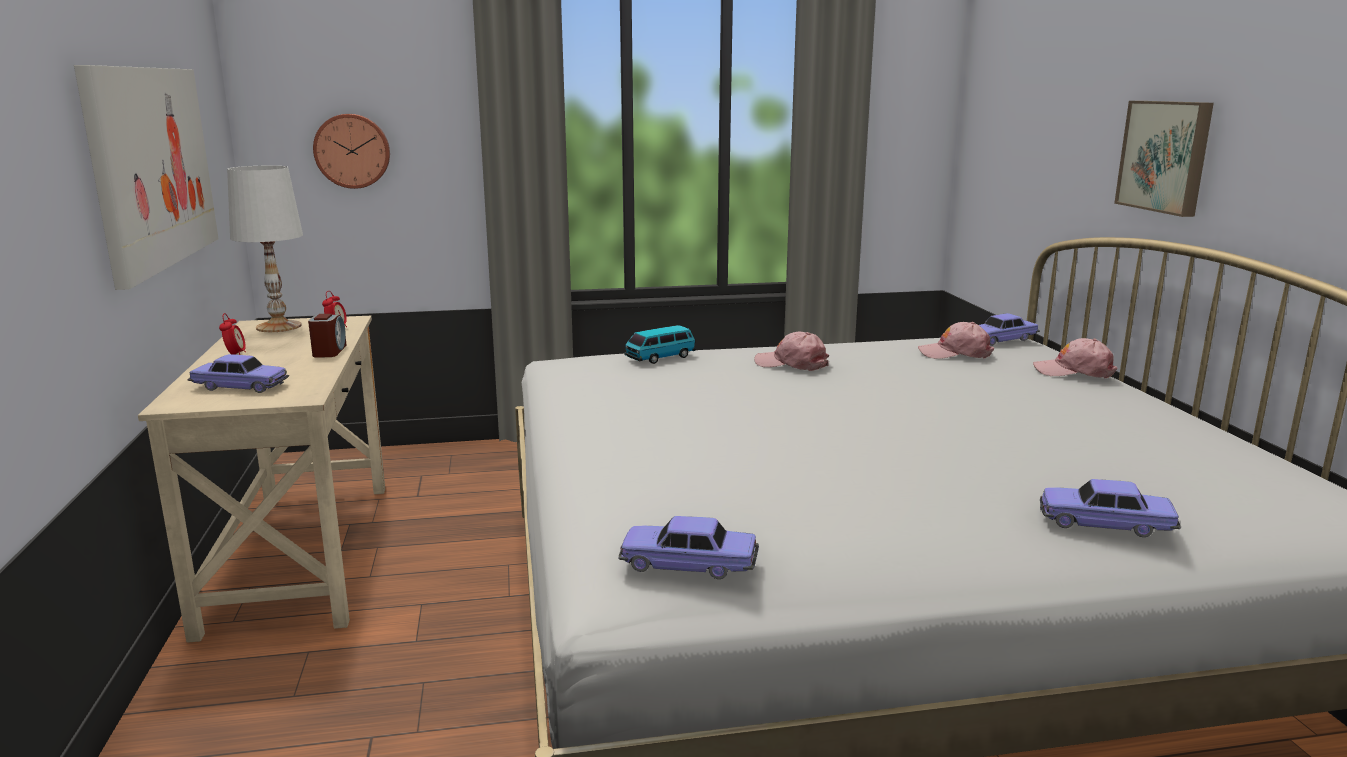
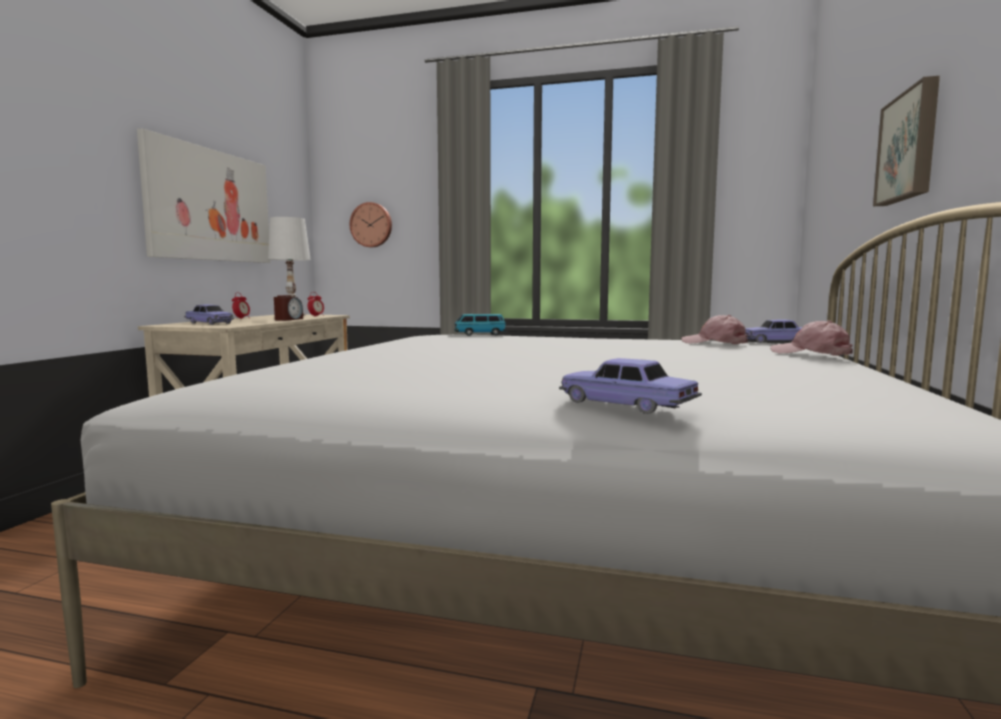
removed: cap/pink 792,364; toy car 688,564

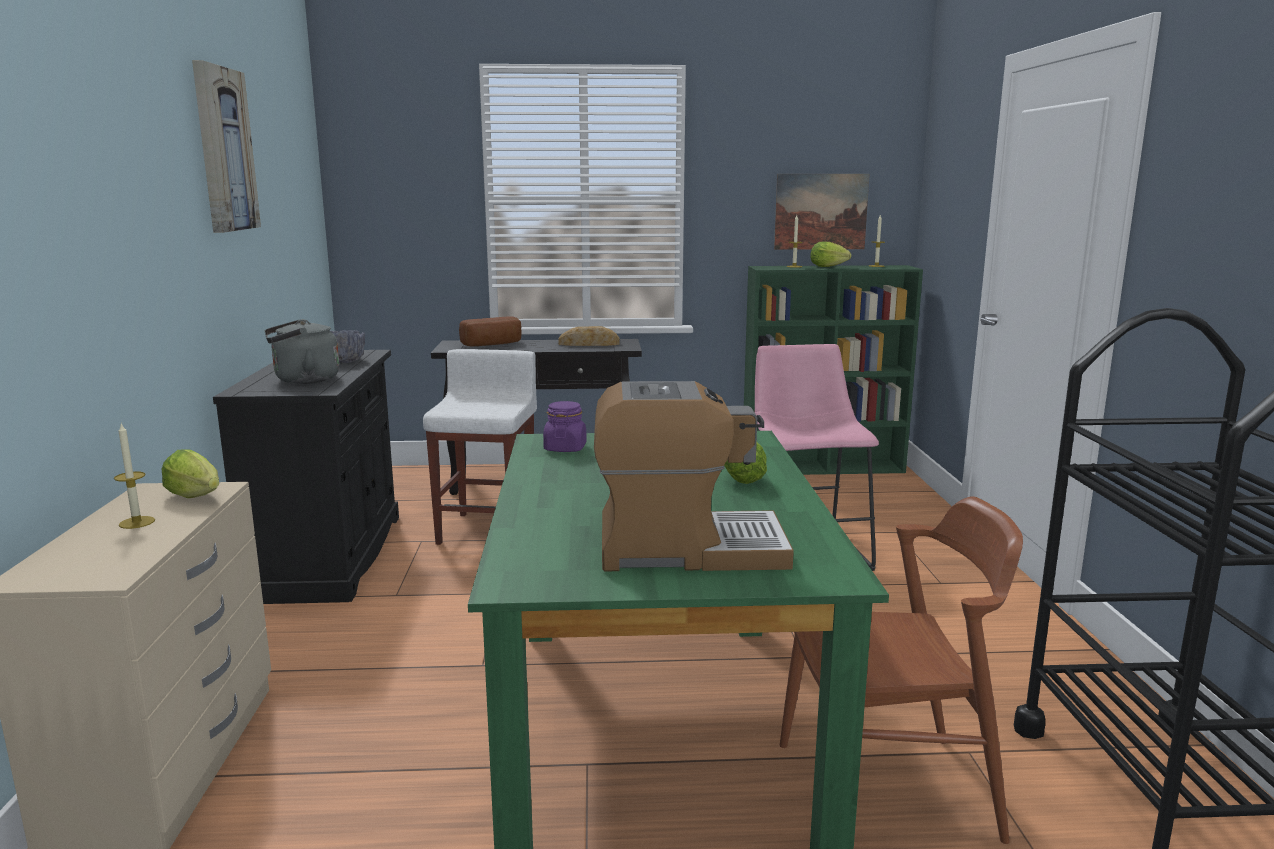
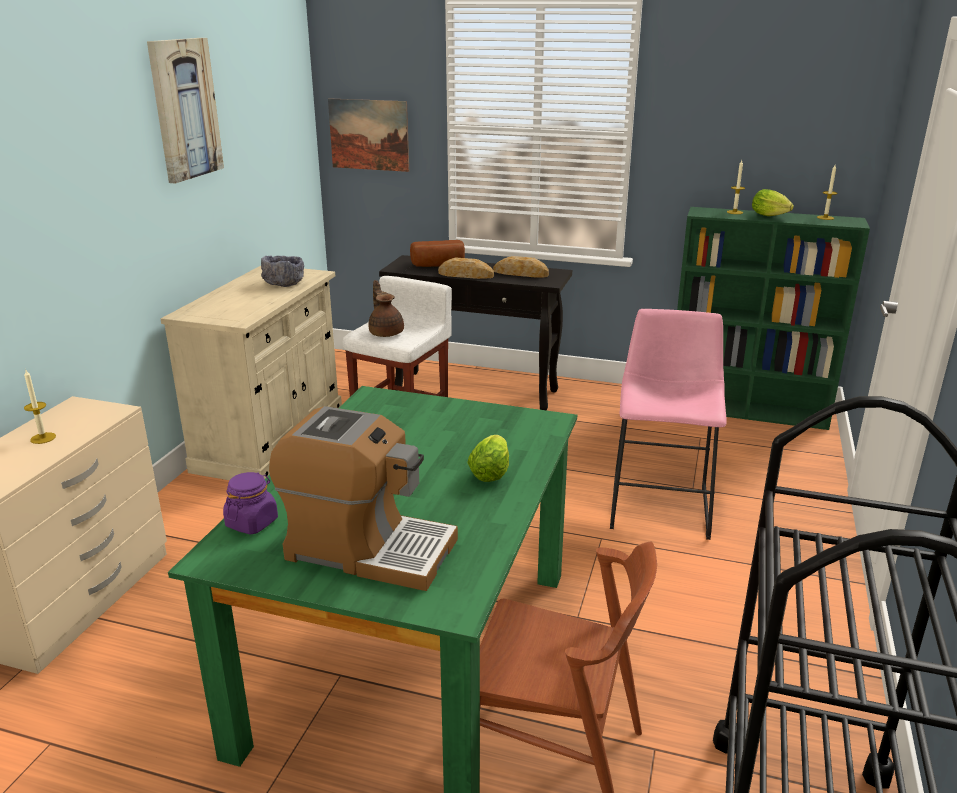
removed: kettle/grey 303,380; lettuce 197,497
added: bread 465,275; teapot/brown 386,332
moved: picture 821,211 to 369,135; jar/purple 565,448 to 252,522
recoloured: cabinet/black 329,556 to cabinet/beige 271,438

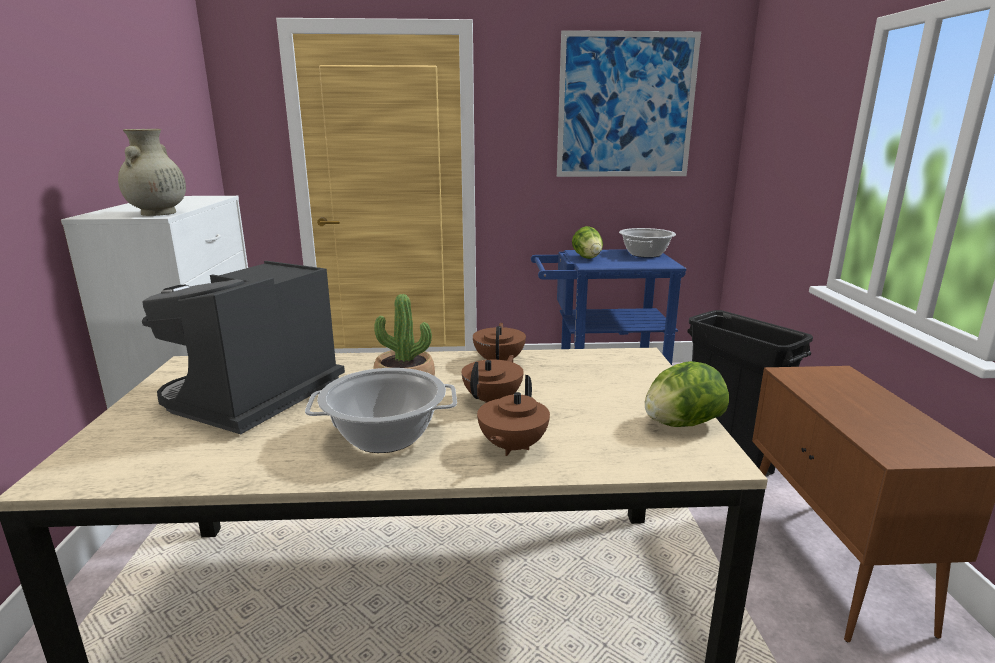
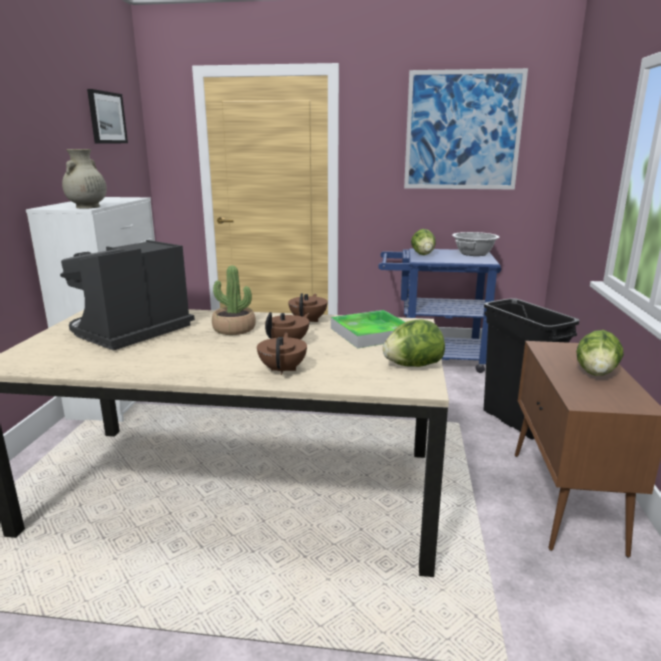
removed: cooking pot 385,436
added: picture 106,117; tray 371,333; lettuce 596,373
turned: teapot/brown 511,447 = 283,369 150 degrees clockwise

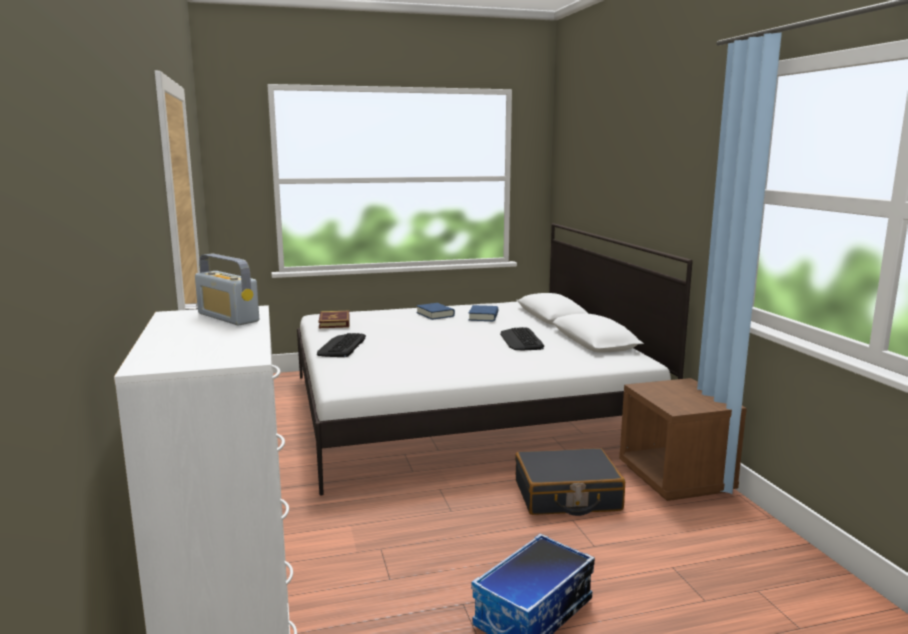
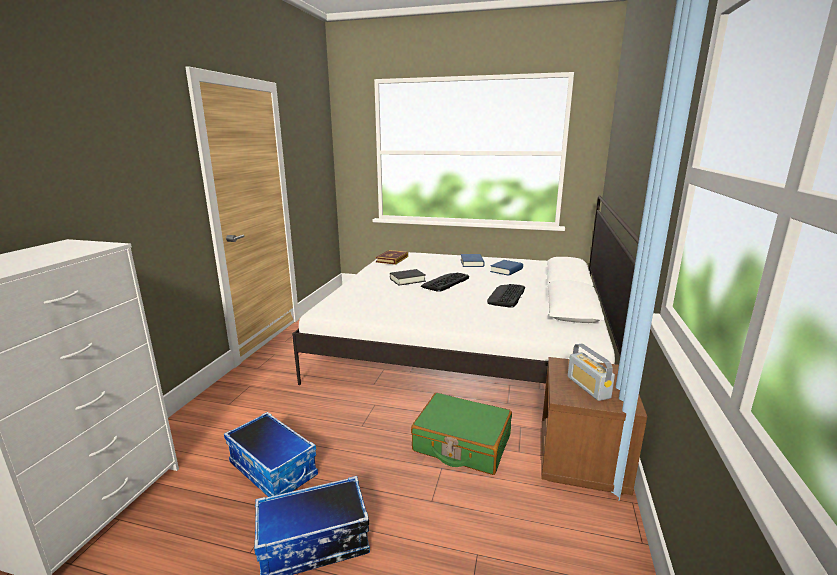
added: book/black 407,280; storage box 274,469
moved: radio 228,317 to 588,387; keyboard 341,346 to 445,282
recoloured: suitcase/black 567,496 to suitcase/green 461,444

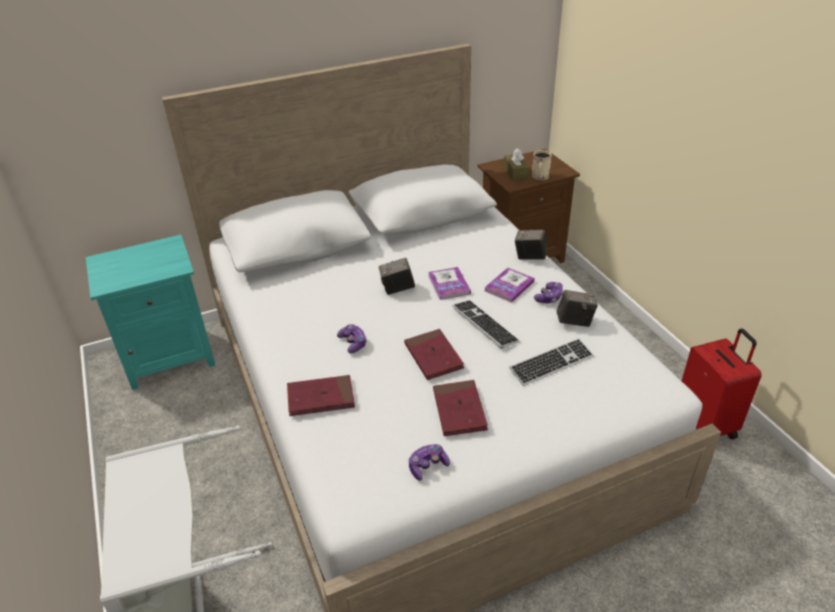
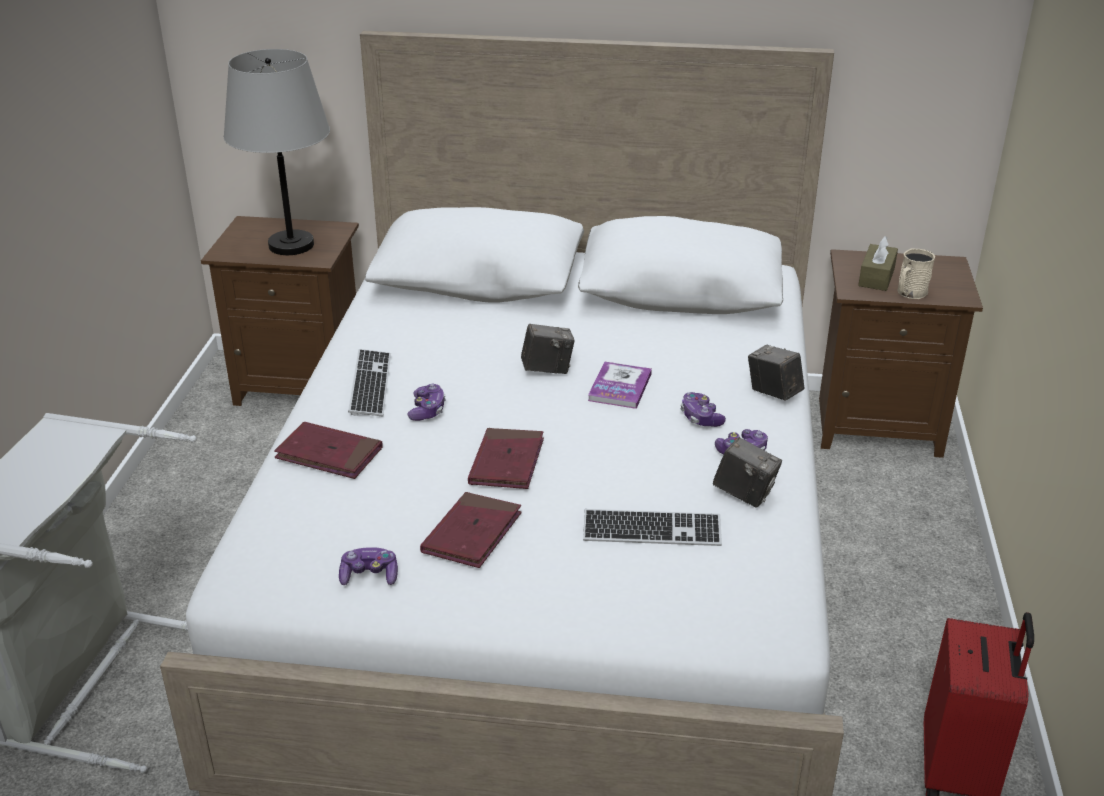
added: table lamp/grey 292,245
moved: keyboard 484,325 to 370,385
replaced: book 509,286 to game controller 700,418
recoloured: nightstand/turquoise 169,357 to nightstand/brown 301,384
turned: photo camera 397,289 = 547,369 150 degrees clockwise

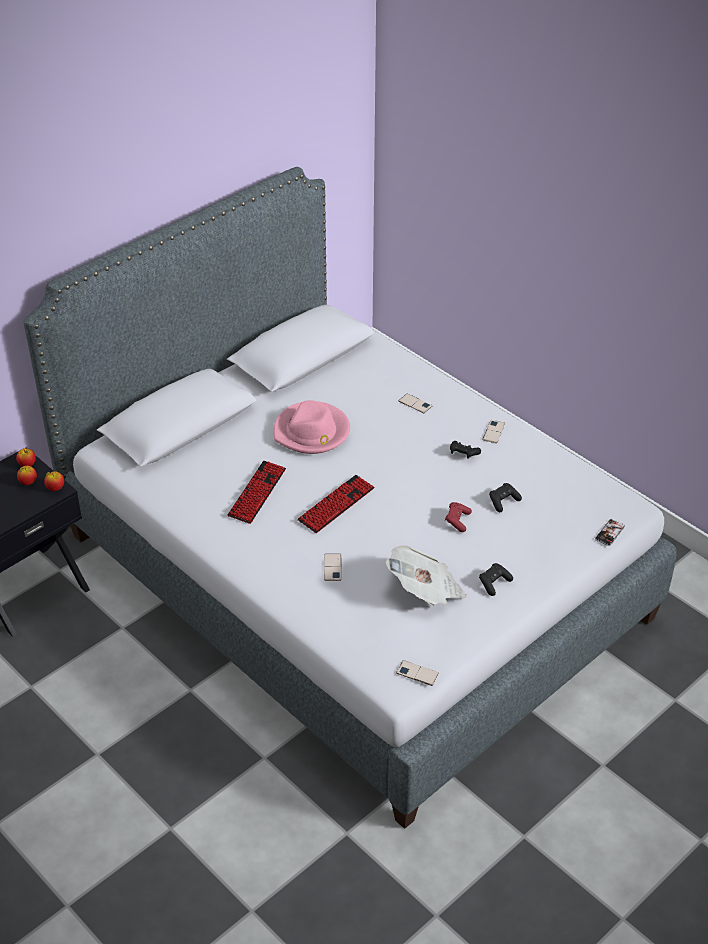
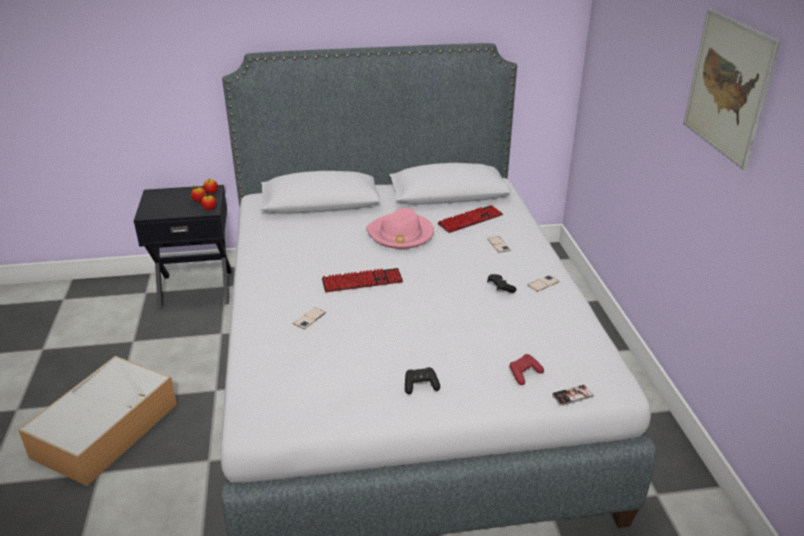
removed: game controller/black 503,501; newspaper 425,591; phone 417,673
added: picture 728,87; storage box 107,428
moved: keyboard 257,493 to 470,220; game controller/red 457,521 to 524,374

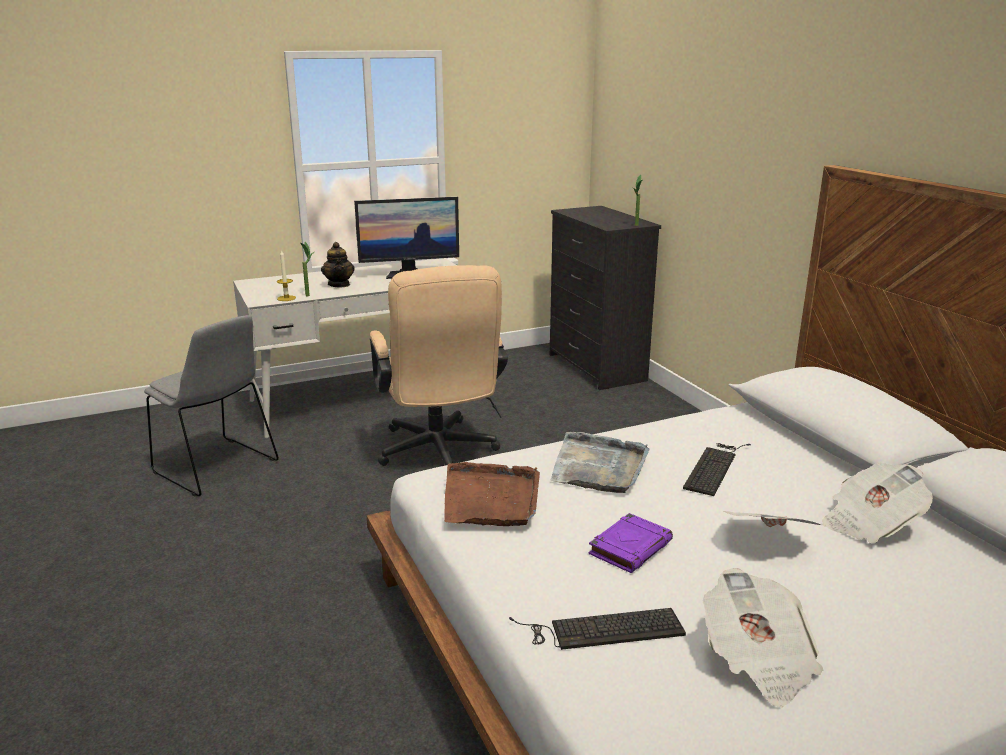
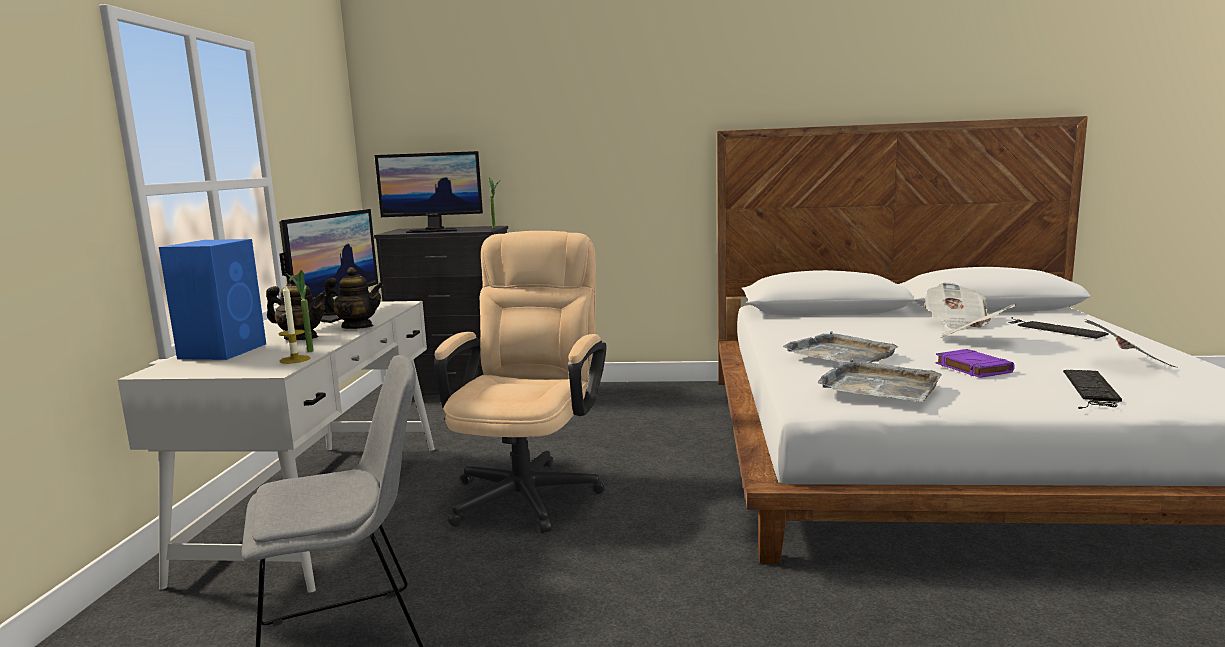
added: monitor 434,230; speaker/blue 224,350; teapot 357,327
moved: keyboard 714,467 to 1052,328
recoloured: tray/brown 491,498 to tray/grey 879,386
turned: office chair/beige 439,454 = 530,490 90 degrees counterclockwise

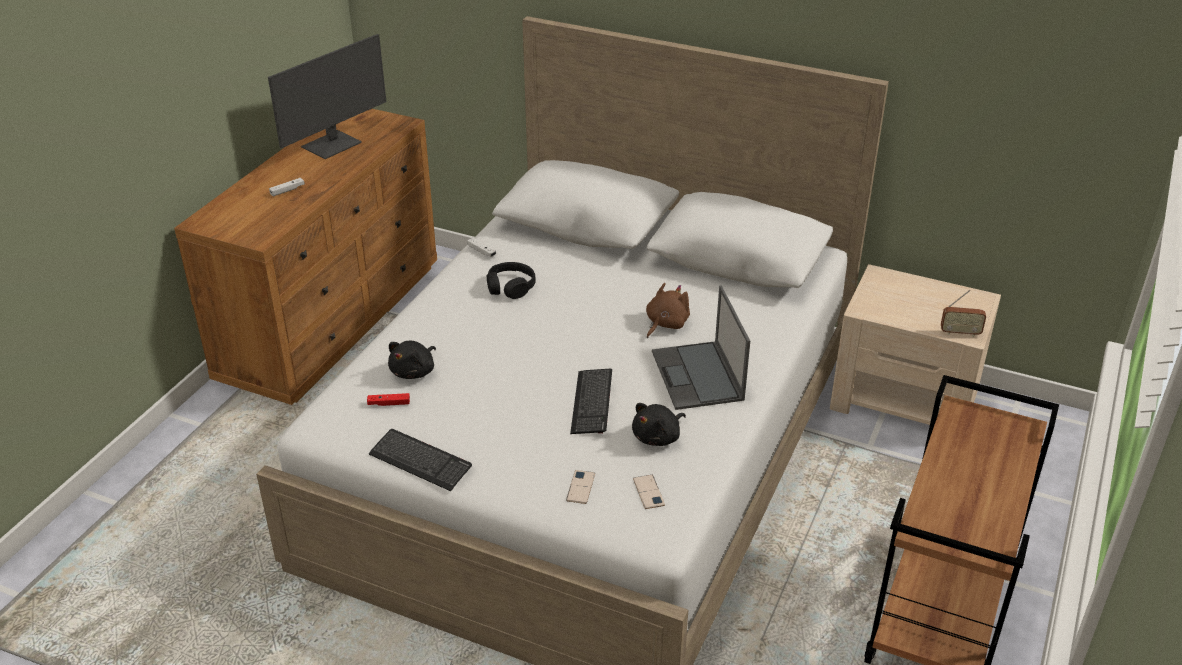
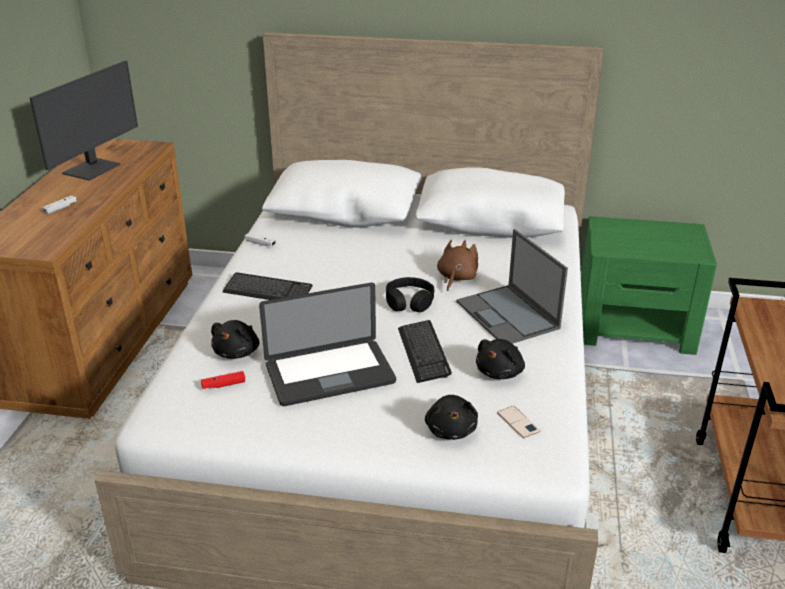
removed: radio 960,333
added: laptop 330,374
moved: headphones/black 510,287 to 409,302; keyboard 420,461 to 268,290
replaced: phone 580,487 to plush toy/black 451,429
recoloured: nightstand/beige 905,398 to nightstand/green 635,326

